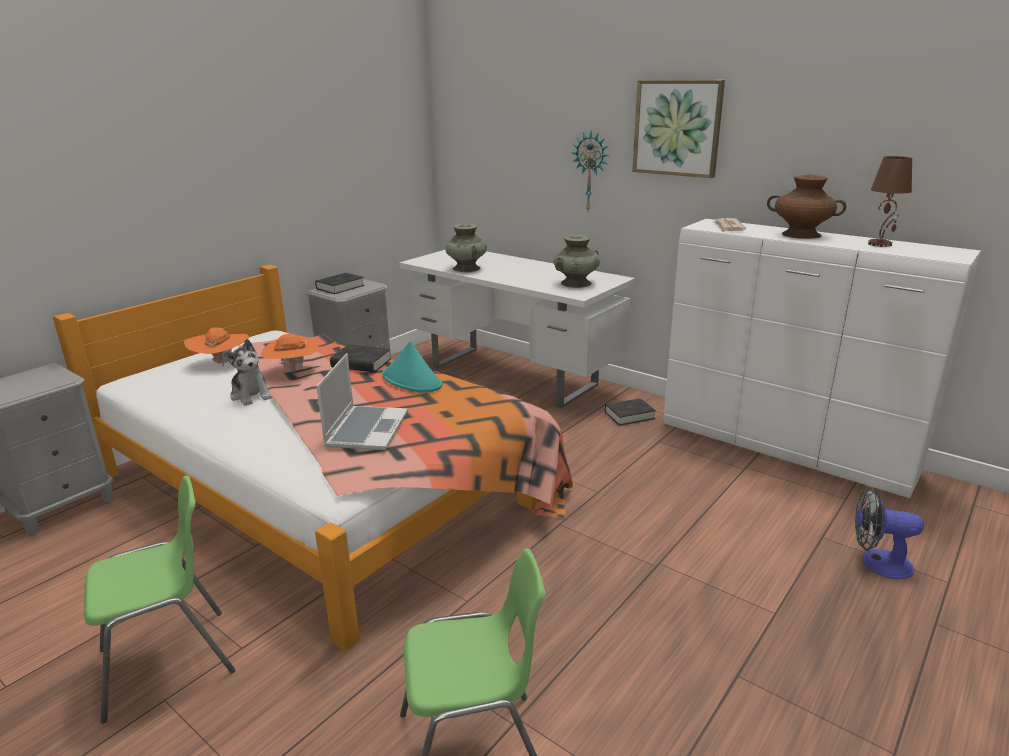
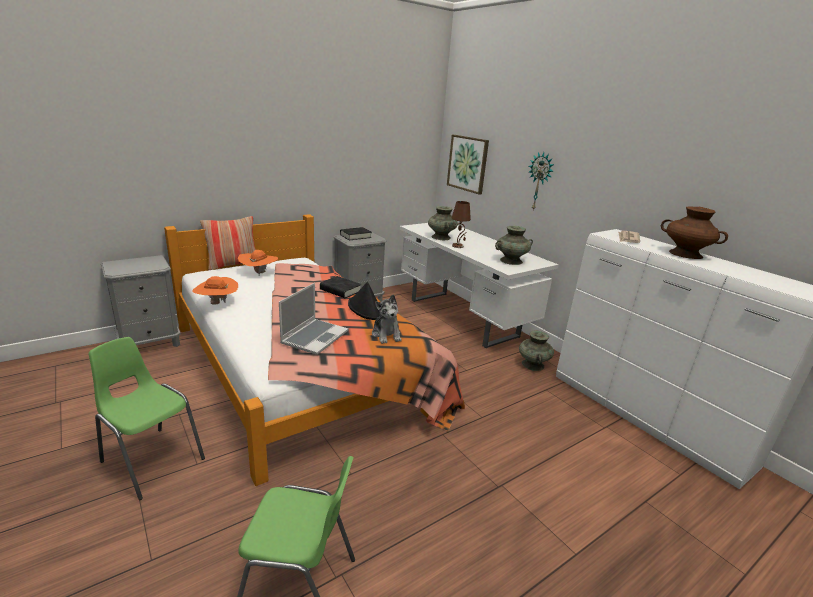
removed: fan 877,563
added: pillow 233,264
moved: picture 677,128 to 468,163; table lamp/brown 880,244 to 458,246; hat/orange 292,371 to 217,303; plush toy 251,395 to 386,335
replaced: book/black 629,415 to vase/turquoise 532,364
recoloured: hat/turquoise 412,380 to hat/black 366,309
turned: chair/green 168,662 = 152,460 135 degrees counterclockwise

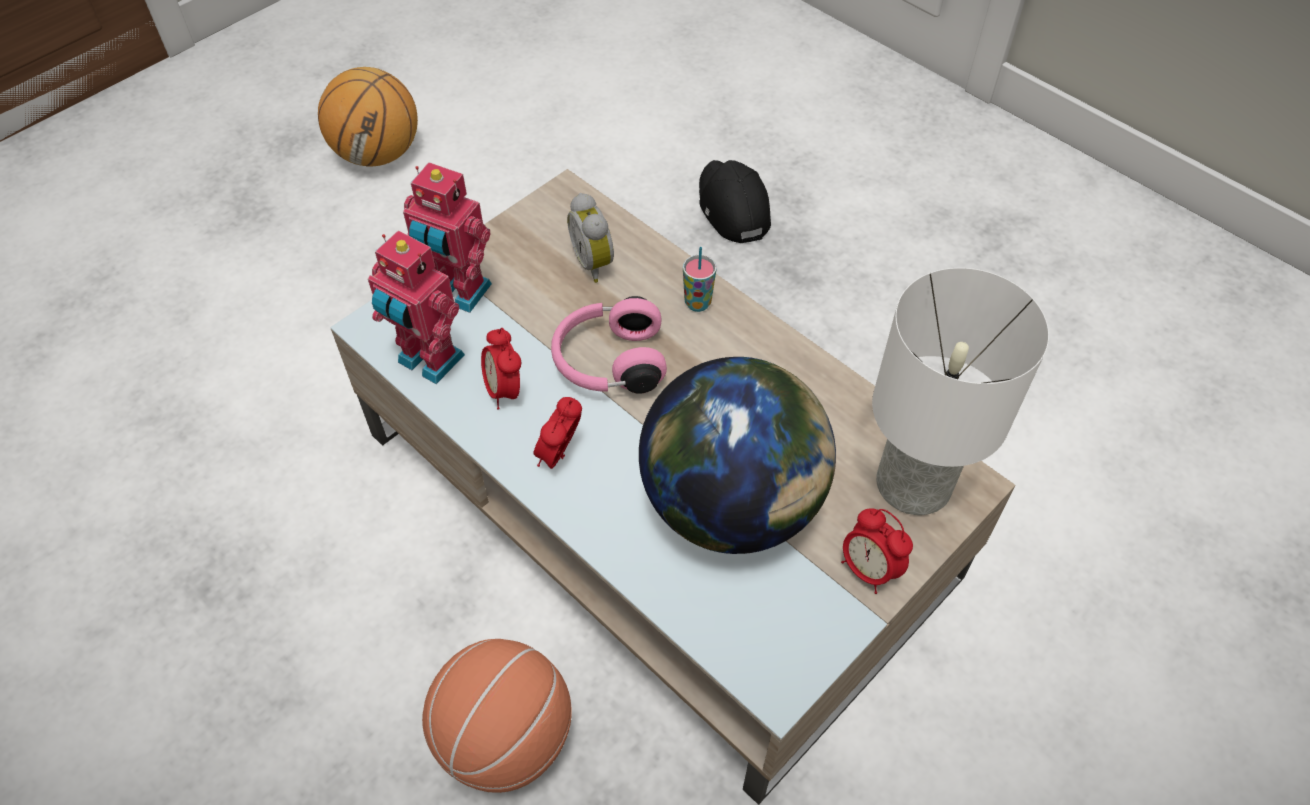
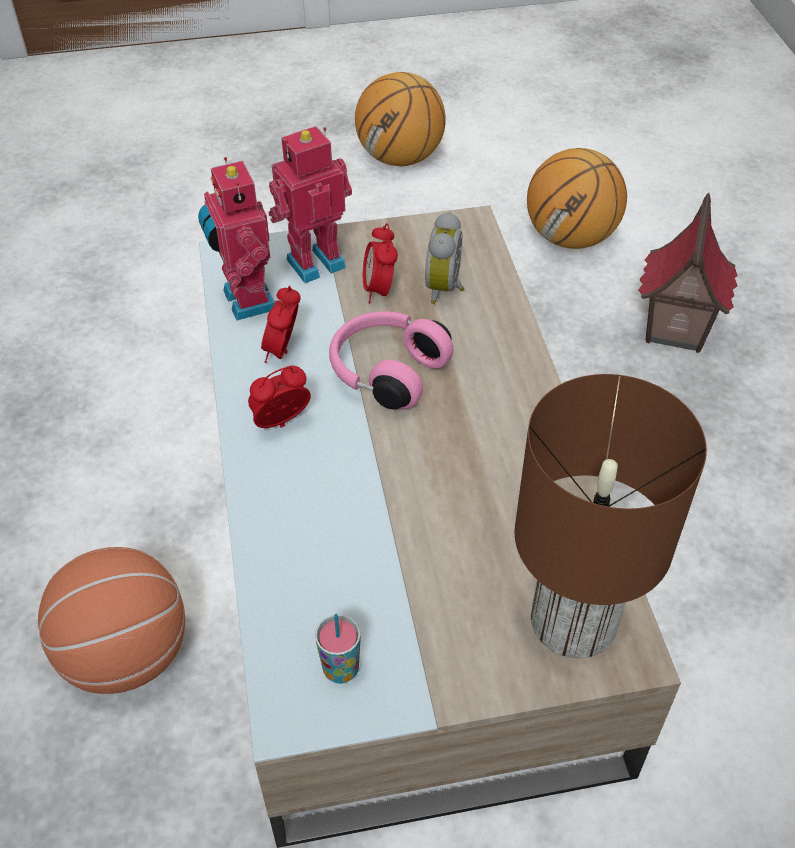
removed: globe 732,505
added: basketball 571,238
moved: cup 697,303 to 341,670; alarm clock 868,569 to 379,290
replaced: cap/black 732,207 to toy house 674,329
recoloured: table lamp/white 911,483 to table lamp/brown 571,619
turned: toy robot 458,293 = 314,261 90 degrees clockwise

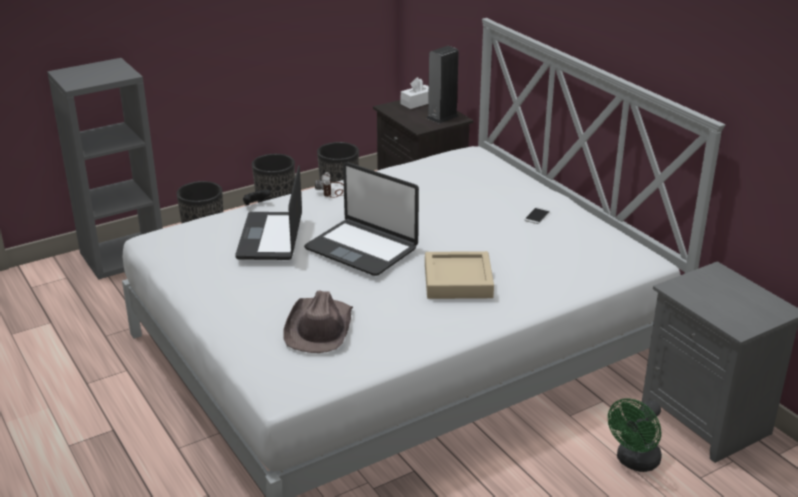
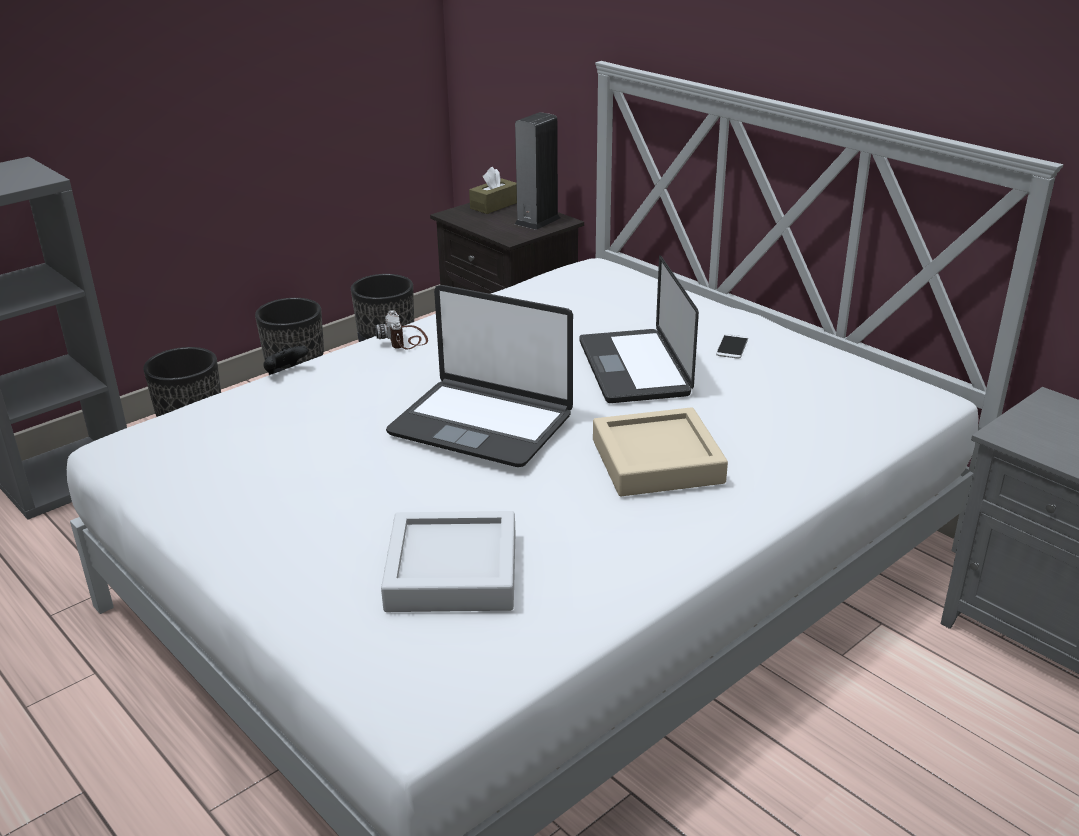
removed: fan/green 634,462
moved: laptop 270,237 to 633,368
replaced: hat/brown 319,328 to tray/grey 452,572
recoloured: tissue box/white 417,103 to tissue box/brown 494,205

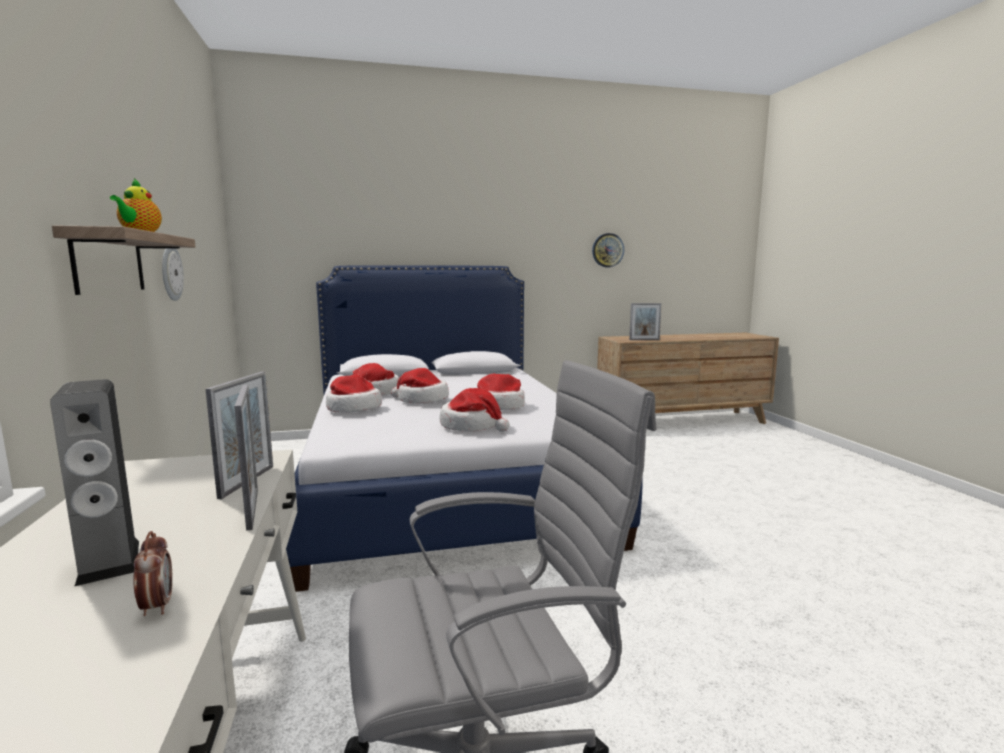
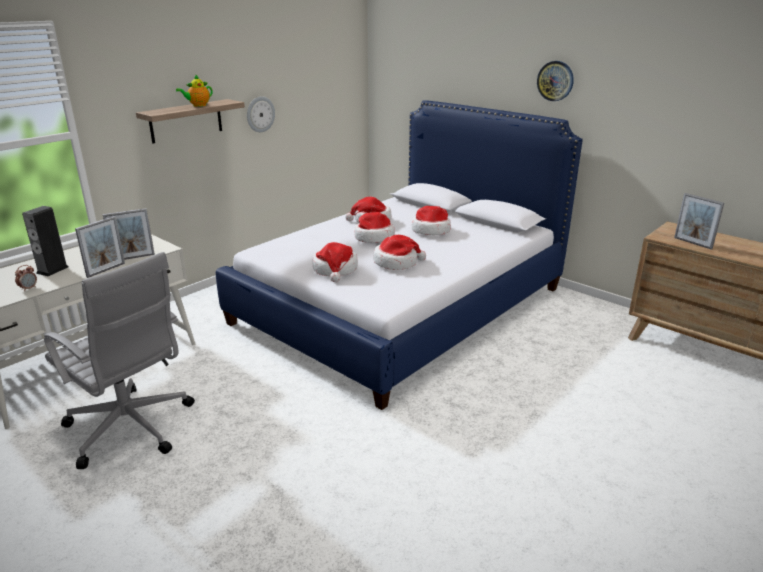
moved: wall clock 607,250 to 555,81; hat 353,408 to 431,230

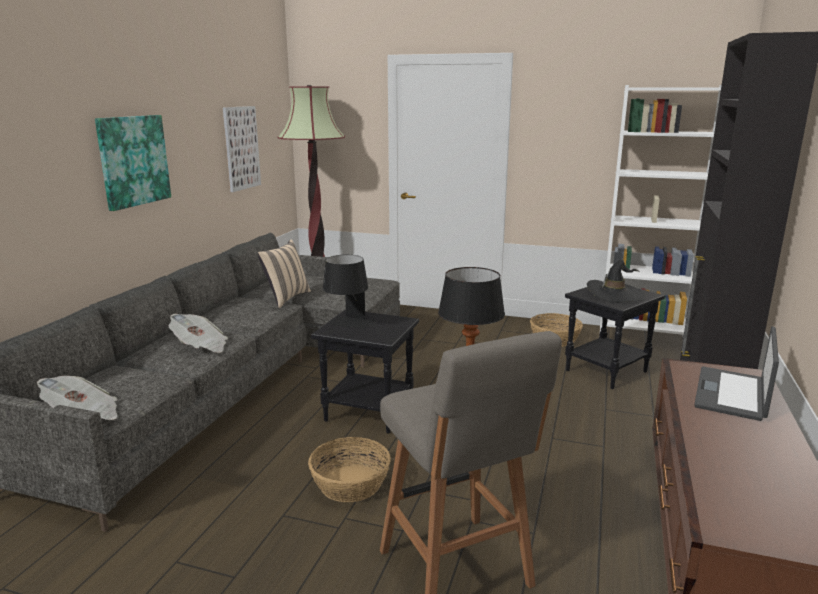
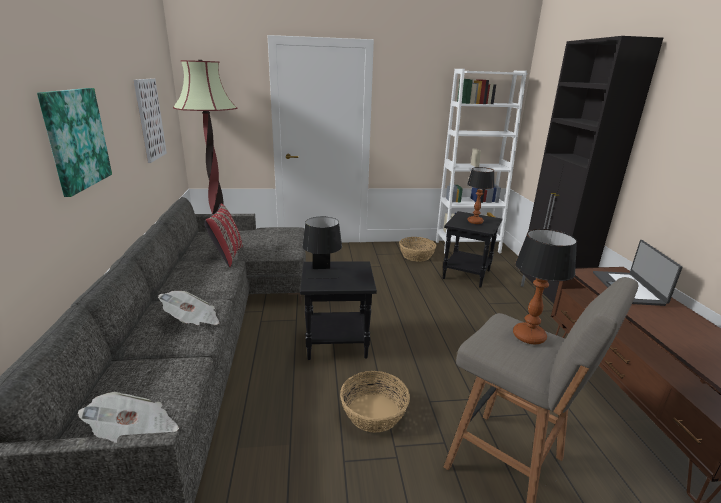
replaced: hat/black 615,294 to table lamp 475,222
recoloured: pillow/beige 286,298 to pillow/red 226,256

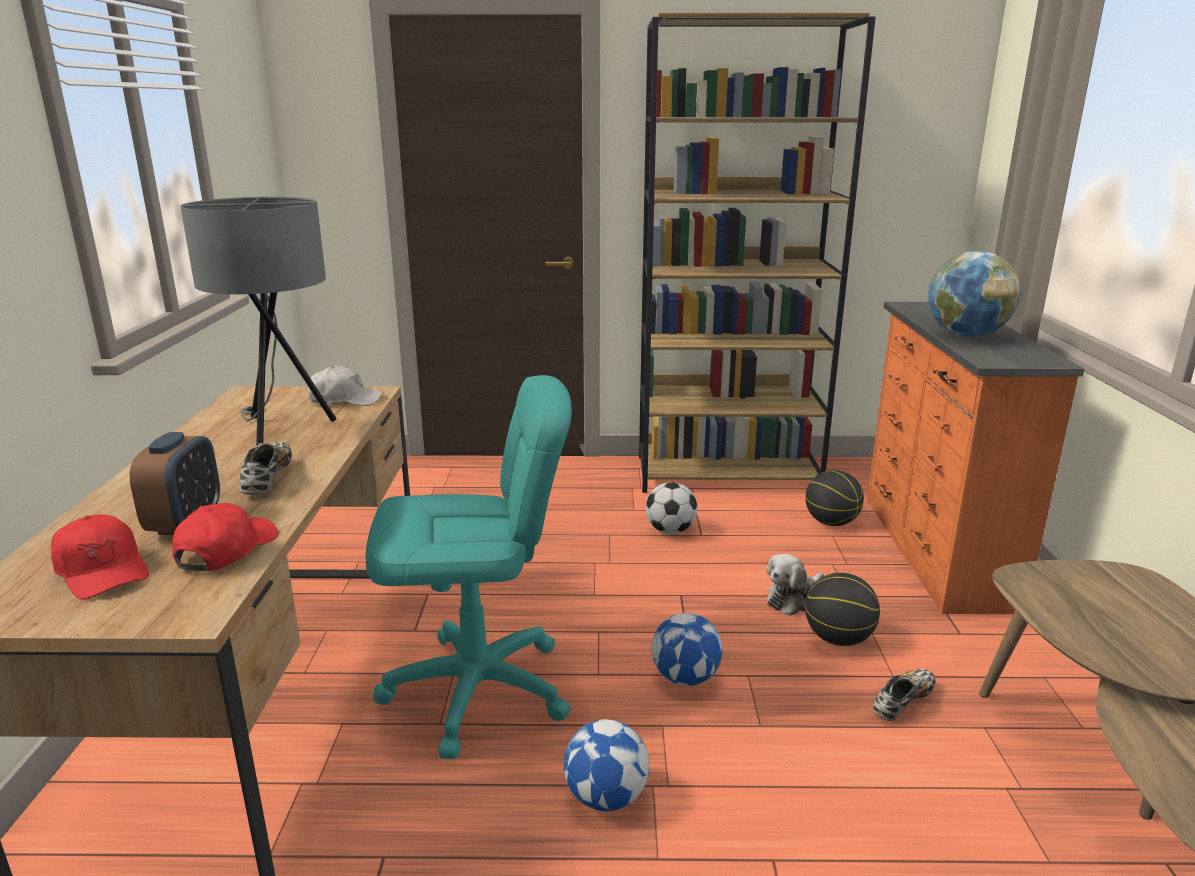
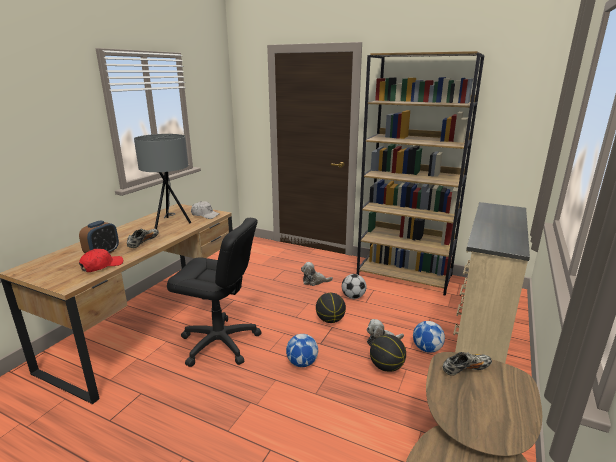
removed: globe 965,335; cap/red 103,571
added: plush toy 314,281
moved: basketball 831,523 to 330,320; shoe 903,702 to 466,369; football 605,797 to 426,349
recoloured: dresser/orange 933,550 to dresser/beige 478,338; office chair/turquoise 478,690 to office chair/black 220,343

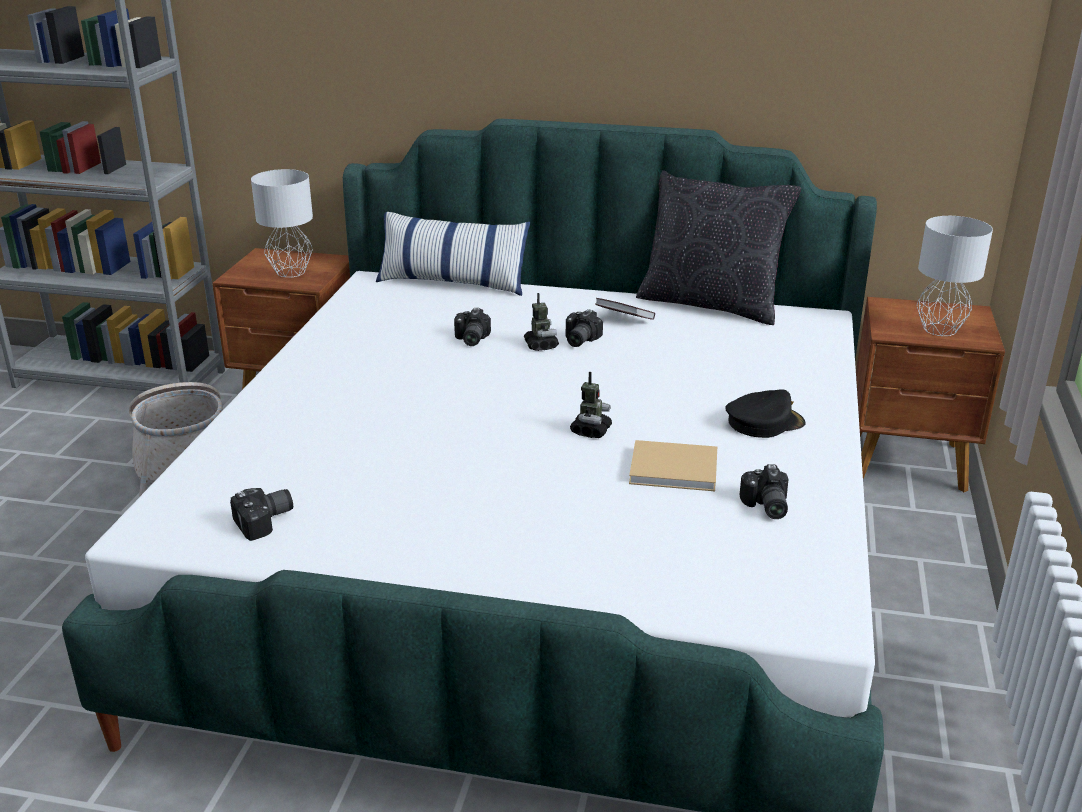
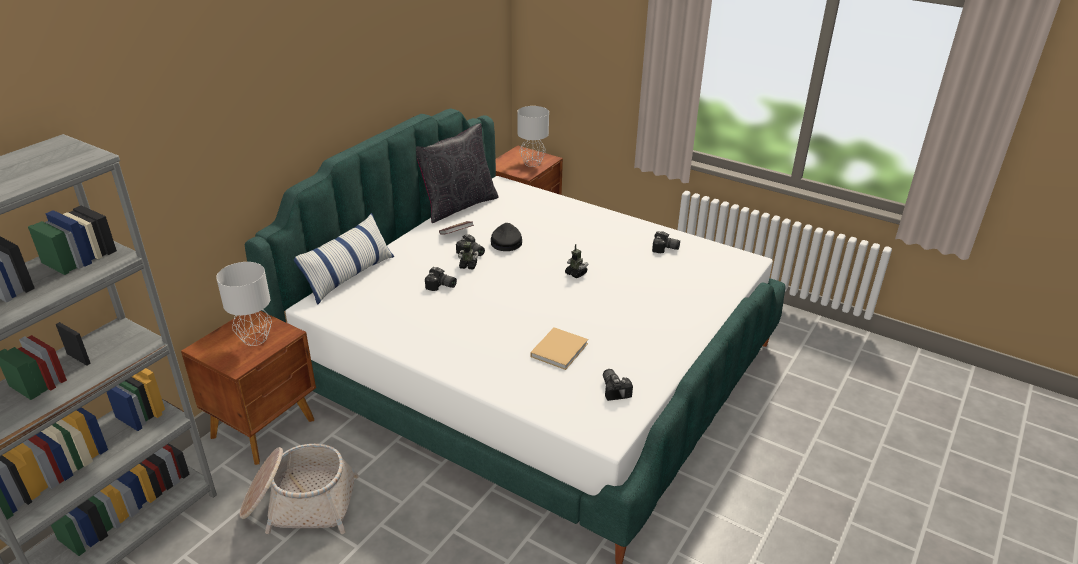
moved: cap/black 764,422 to 506,242; book/beige 676,469 to 560,349

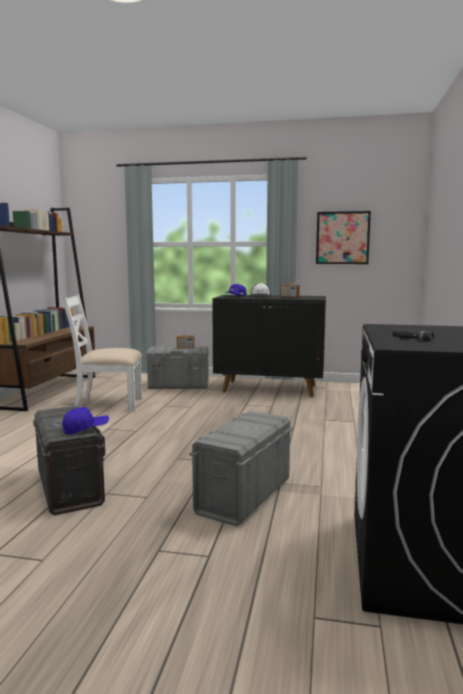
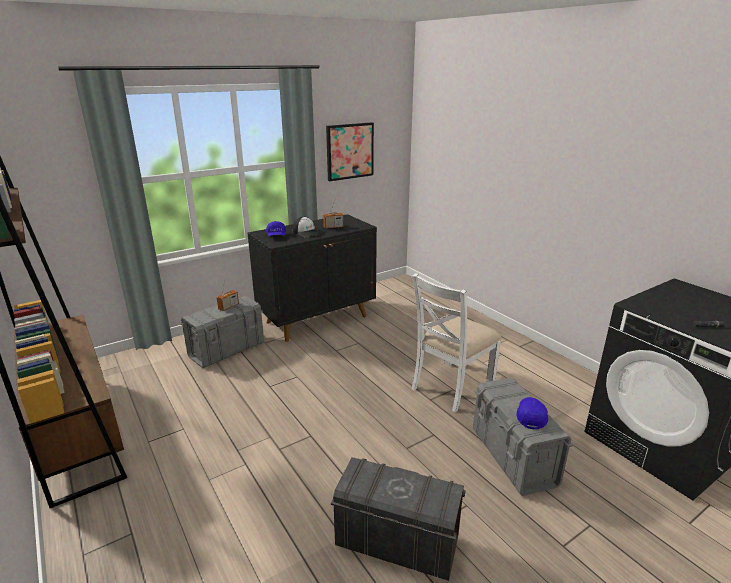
moved: chair/white 107,404 to 451,385; cap/blue 85,429 to 531,416

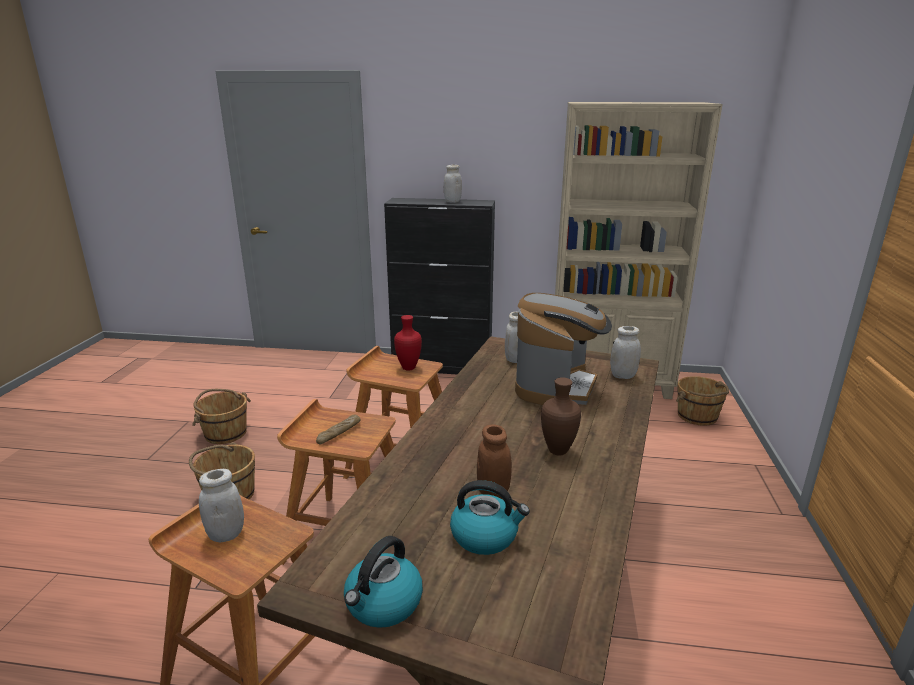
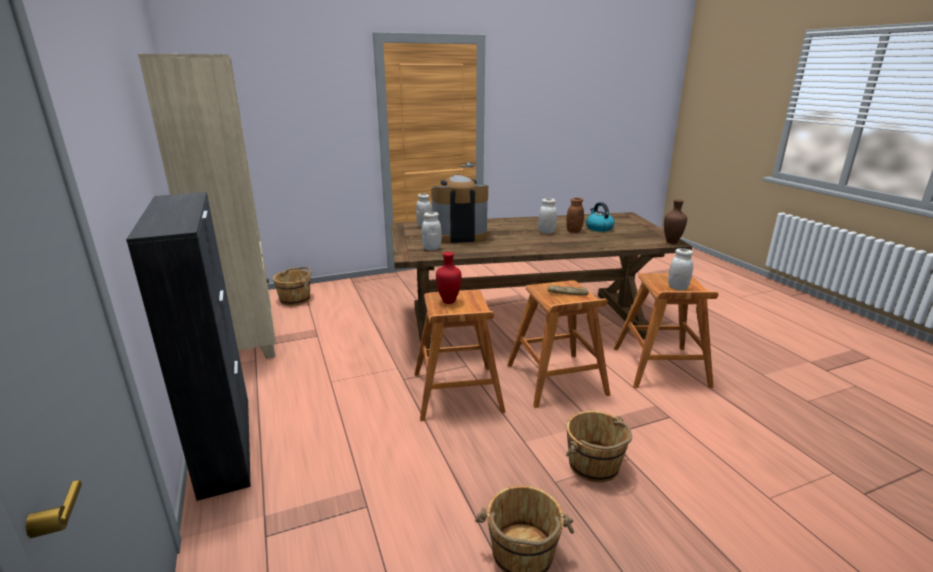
removed: kettle 383,604
moved: jar/white 452,202 to 546,232; vase/brown 556,451 to 672,242

